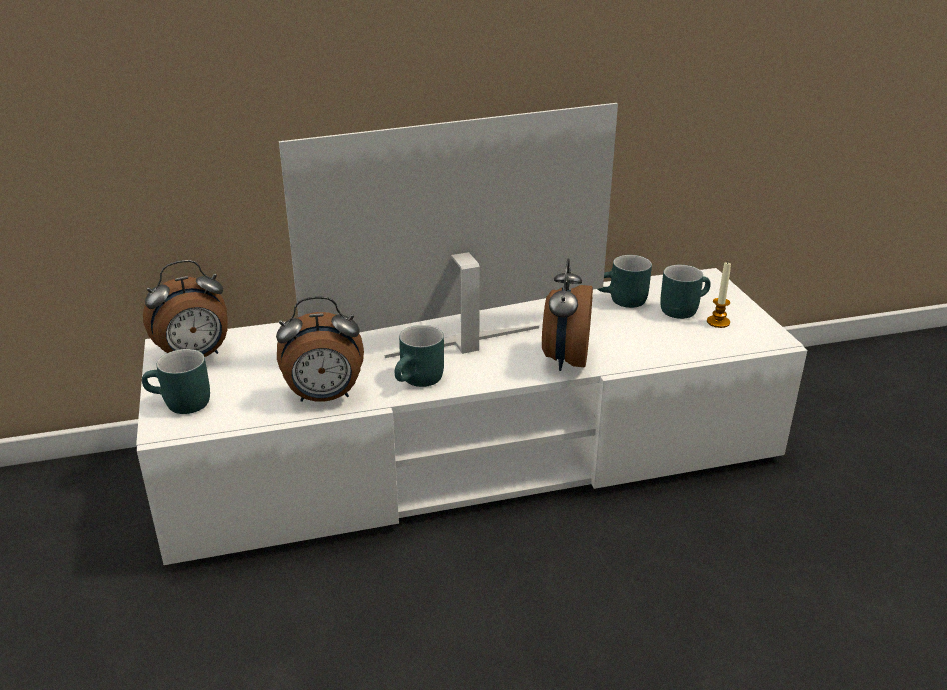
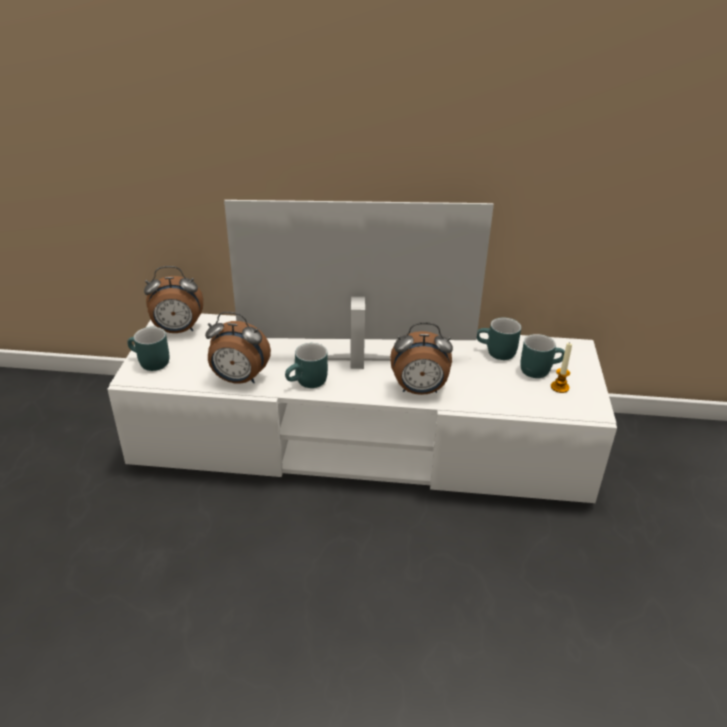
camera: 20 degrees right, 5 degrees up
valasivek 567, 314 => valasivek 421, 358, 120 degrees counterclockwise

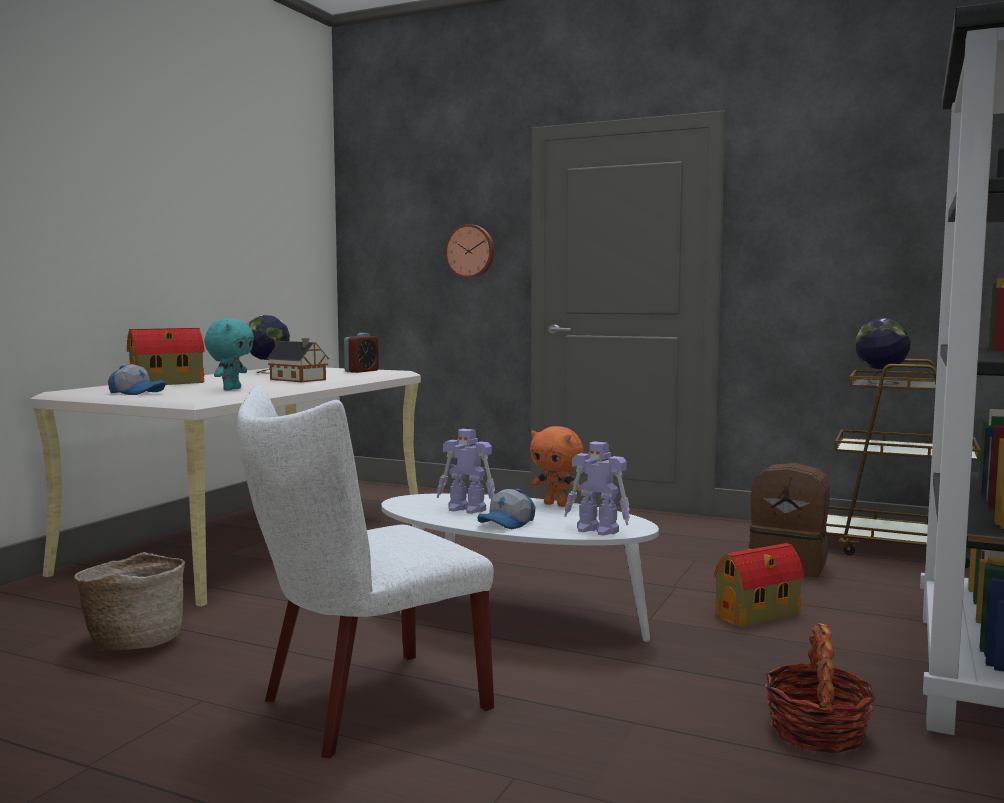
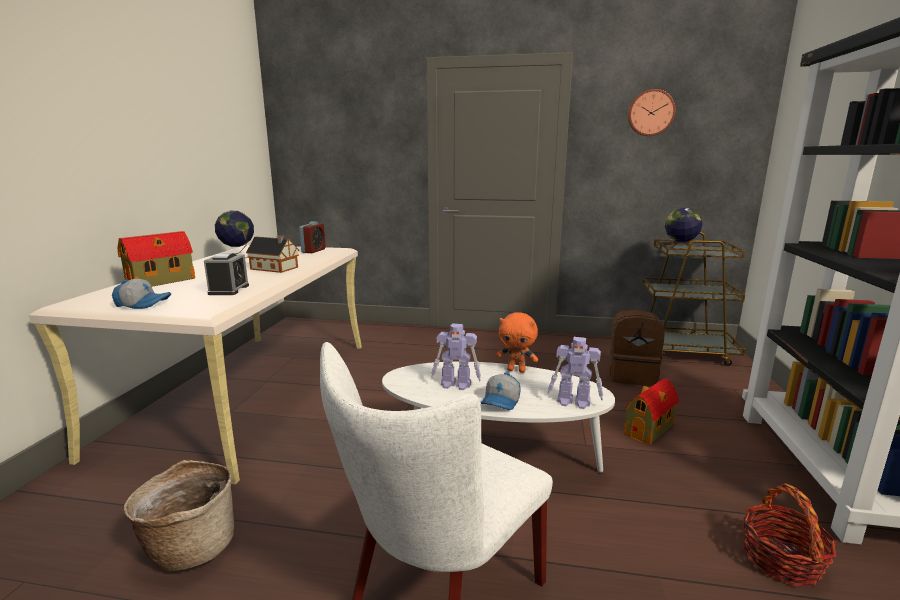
camera: 15 degrees left, 10 degrees up
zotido 469, 251 => zotido 652, 112, relocated
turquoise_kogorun 229, 354 => valasivek 226, 274

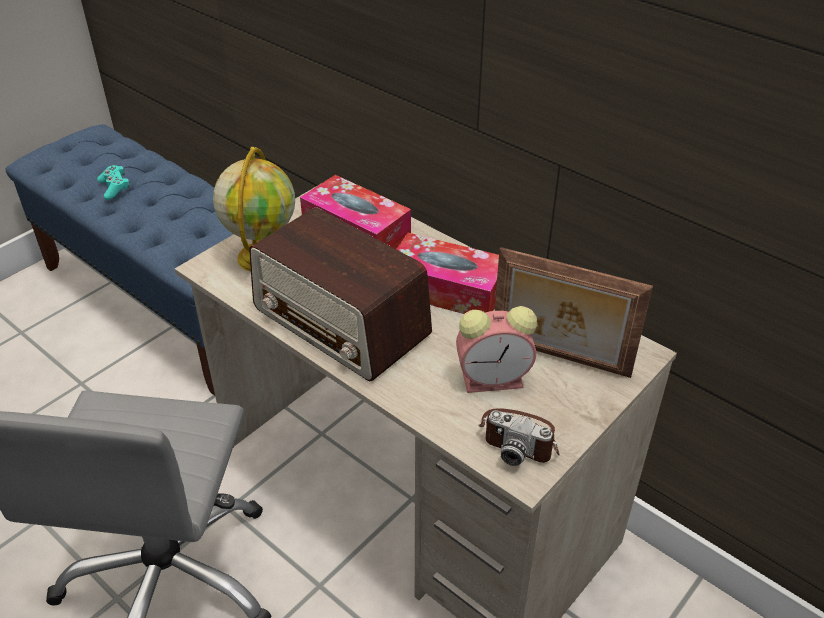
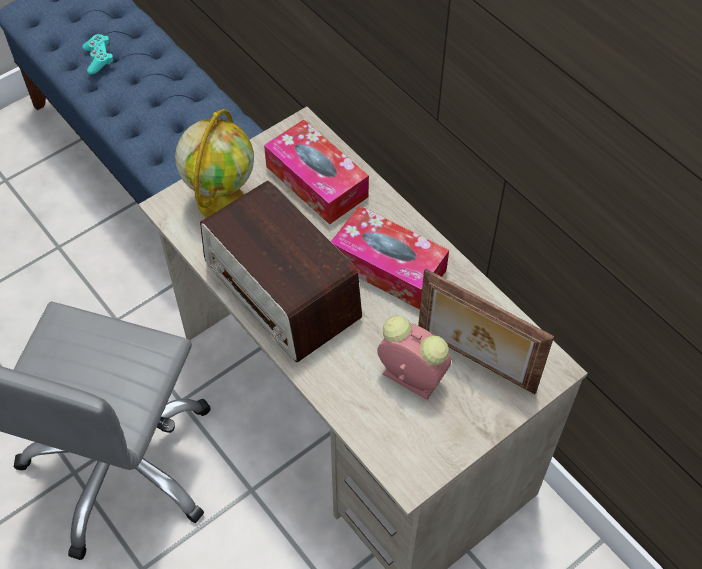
camera: 10 degrees right, 15 degrees up
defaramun 519, 437 => nothing
valasivek 496, 349 => valasivek 414, 358, 150 degrees counterclockwise

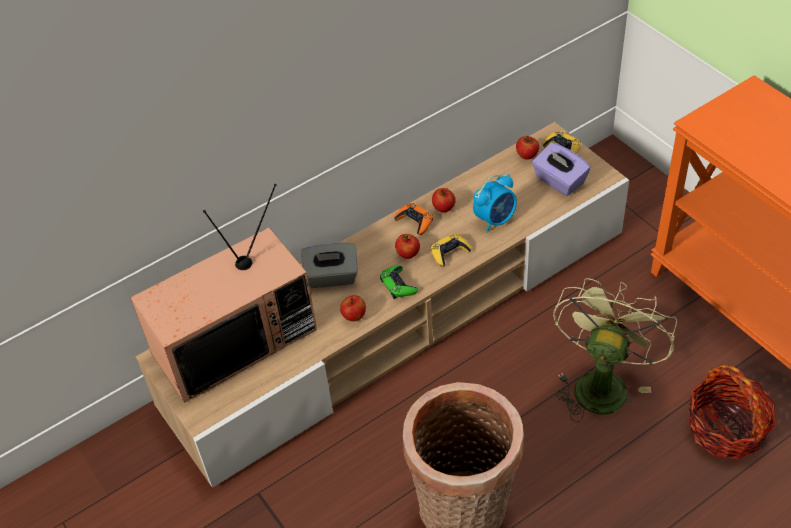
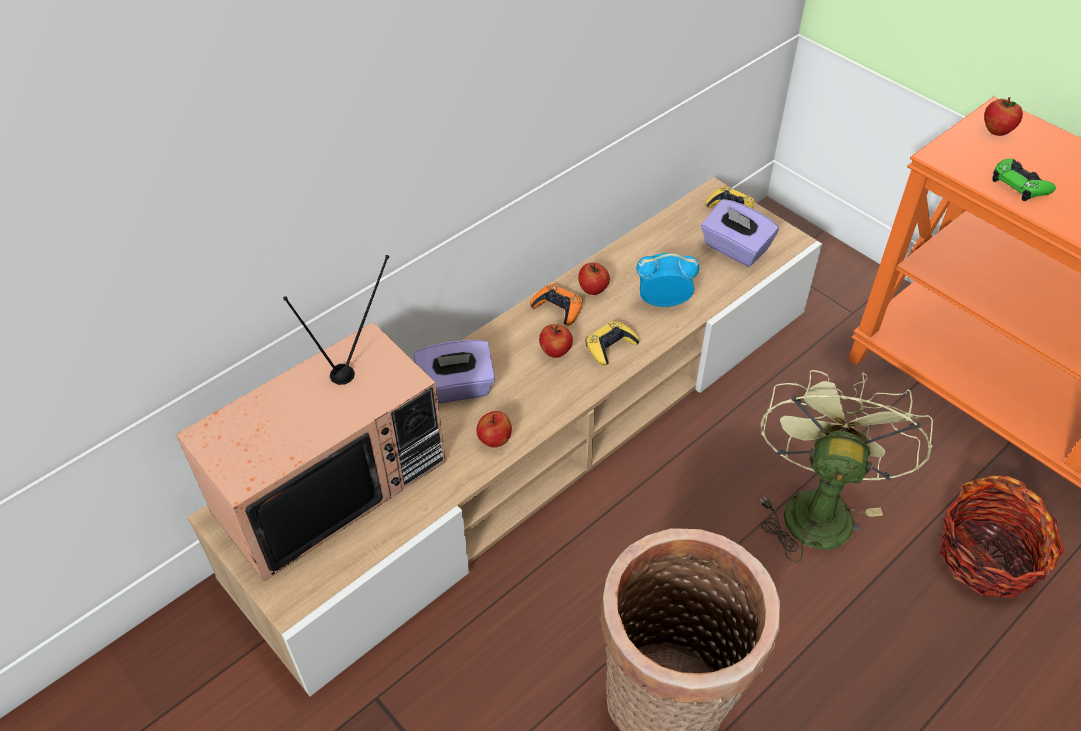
camera: 10 degrees left, 0 degrees up
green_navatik 399, 282 => green_navatik 1024, 179, relocated
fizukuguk 527, 148 => fizukuguk 1003, 116, relocated
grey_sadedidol 329, 265 => purple_sadedidol 454, 372
valasivek 495, 203 => valasivek 667, 280, 135 degrees counterclockwise

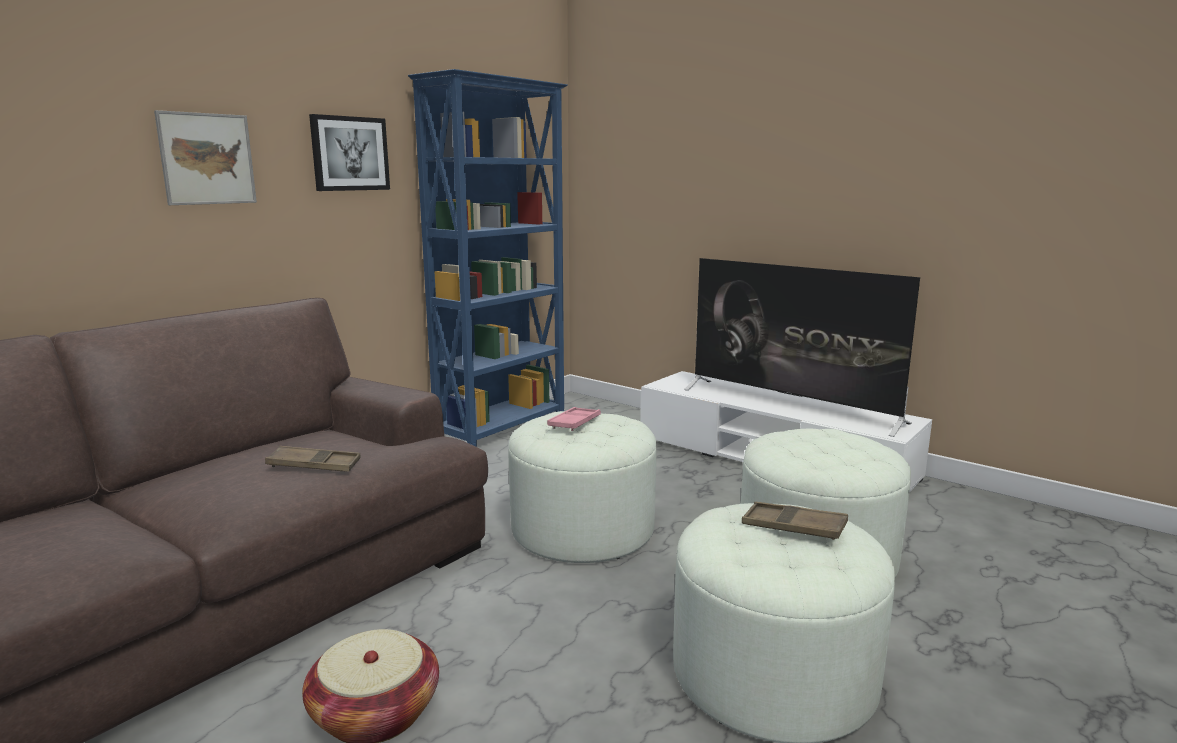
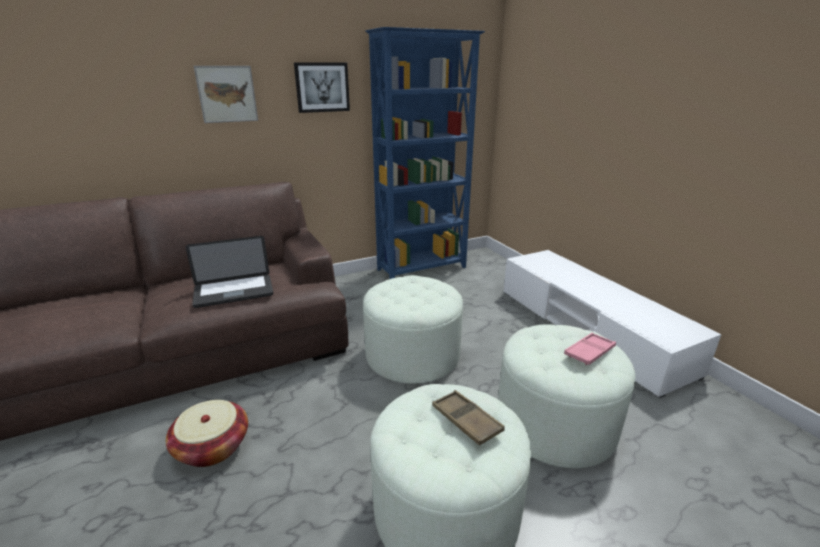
camera: 25 degrees right, 10 degrees up
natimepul 802, 347 => nothing
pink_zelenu 574, 419 => pink_zelenu 590, 349, relocated
brown_zelenu 312, 459 => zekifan 229, 272

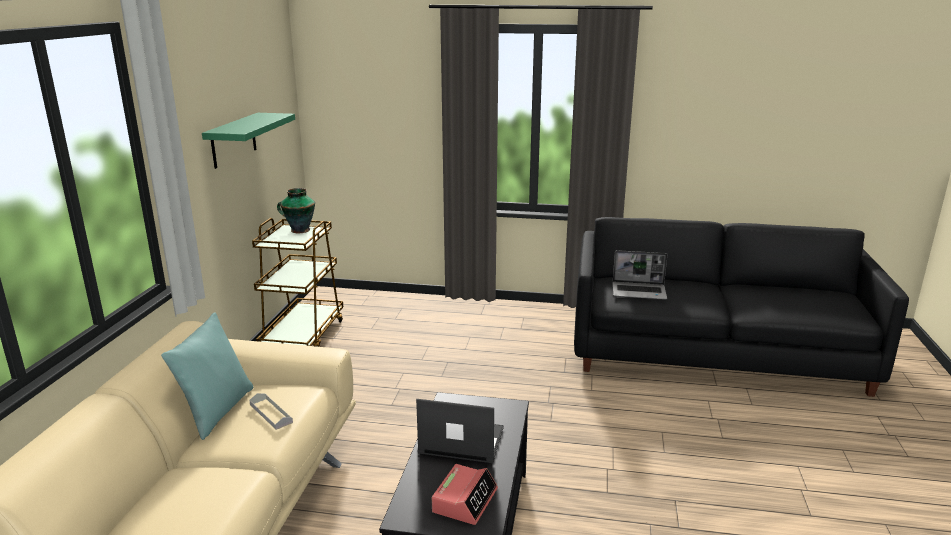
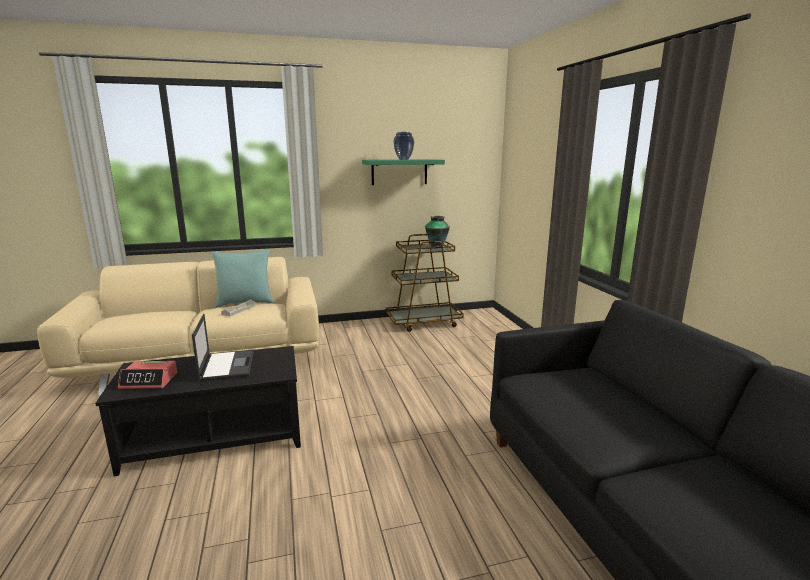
camera: 65 degrees right, 5 degrees down
zekifan 639, 274 => nothing
nothing => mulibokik 403, 146

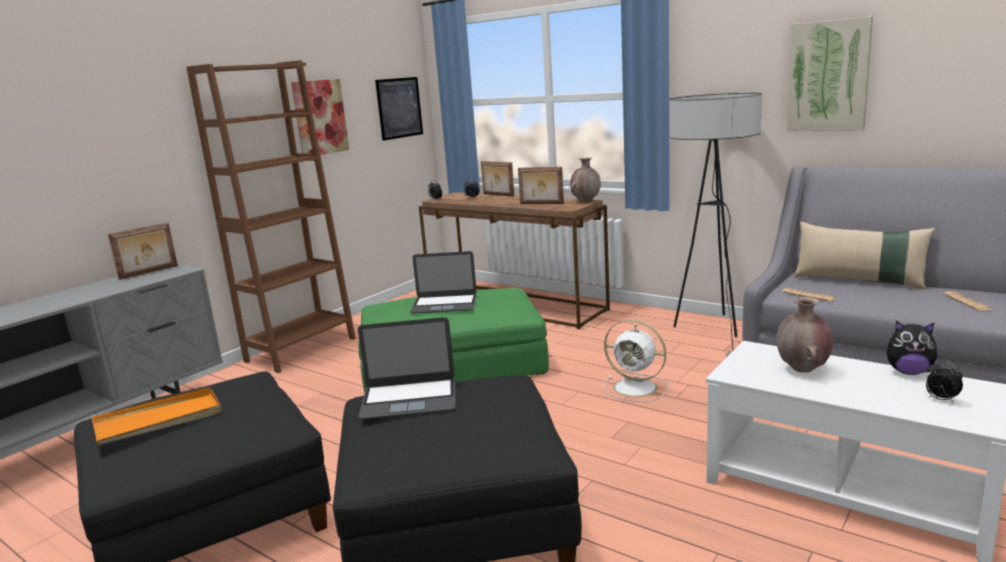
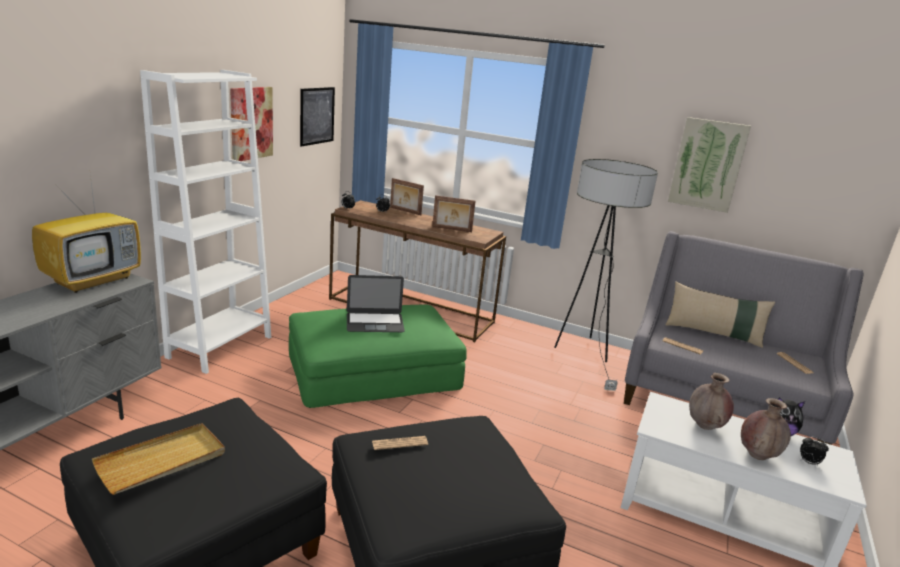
camera: 15 degrees left, 5 degrees up
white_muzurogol 636, 360 => nothing
brown_mulibokik 585, 180 => brown_mulibokik 766, 429, relocated
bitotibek 143, 251 => natimepul 86, 234
zekifan 407, 368 => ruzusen 400, 443
orange_zelenu 156, 416 => beige_zelenu 158, 459
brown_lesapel 271, 216 => white_lesapel 205, 222

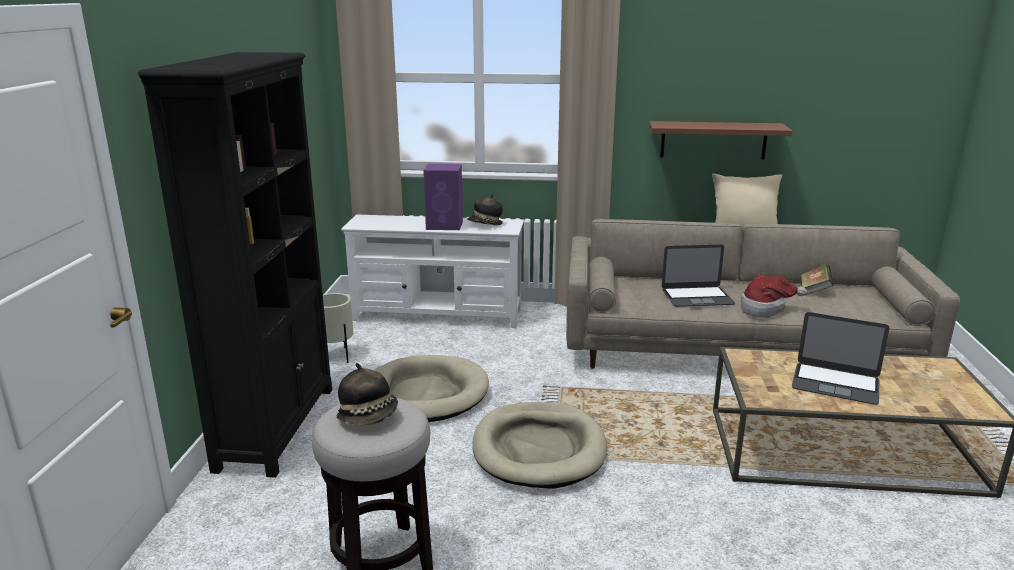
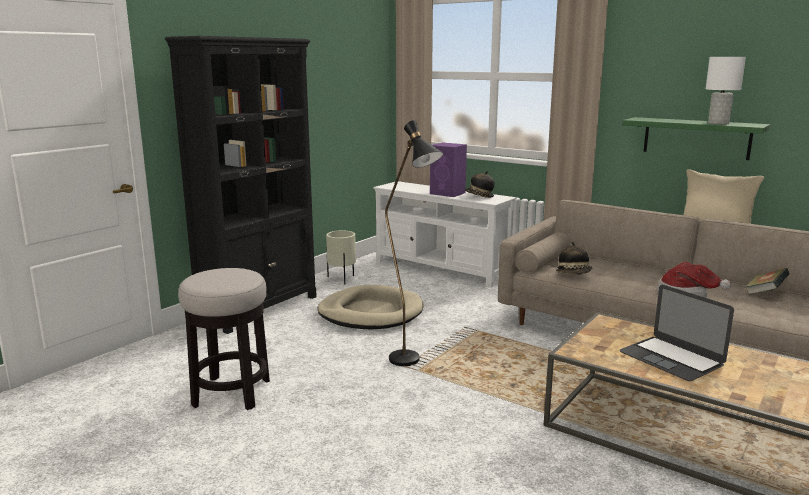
camera: 30 degrees right, 5 degrees down
zekifan 698, 276 => nothing
nothing => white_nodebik 726, 91
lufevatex 367, 394 => lufevatex 574, 258, relocated
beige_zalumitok 539, 445 => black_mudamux 414, 243
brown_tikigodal 720, 140 => green_tikigodal 696, 138

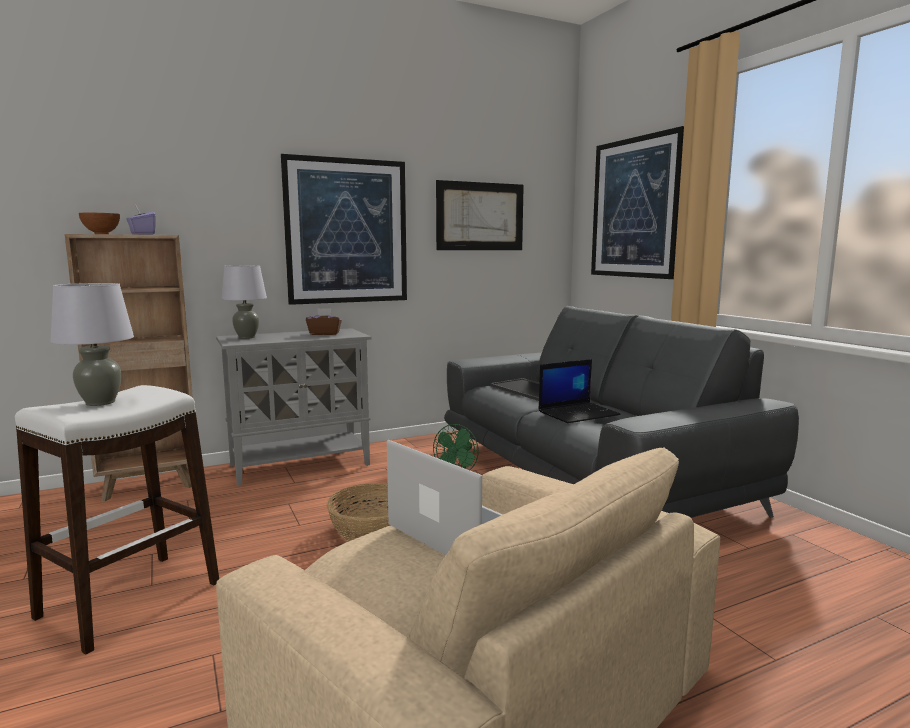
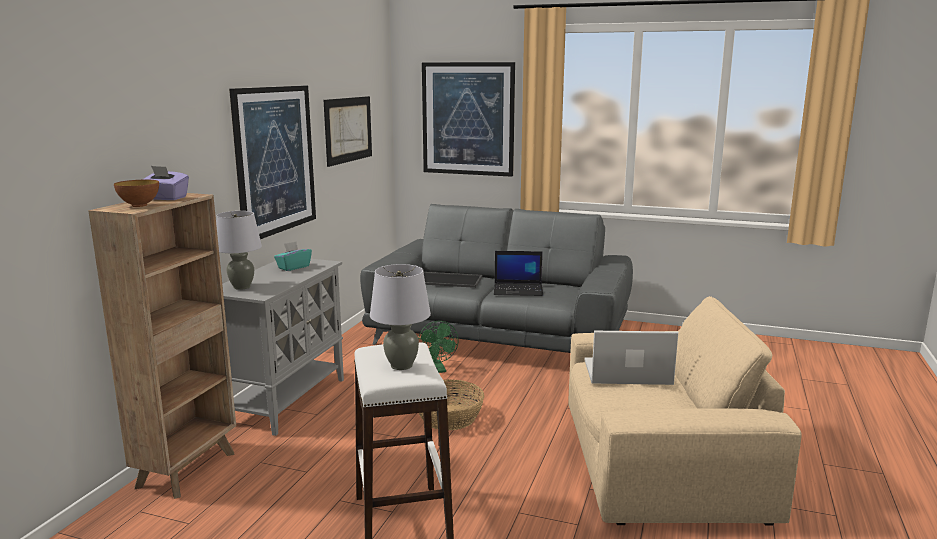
camera: 45 degrees left, 5 degrees up
brown_sadedidol 324, 321 => turquoise_sadedidol 293, 256
zekifan 580, 391 => zekifan 518, 273, 75 degrees clockwise

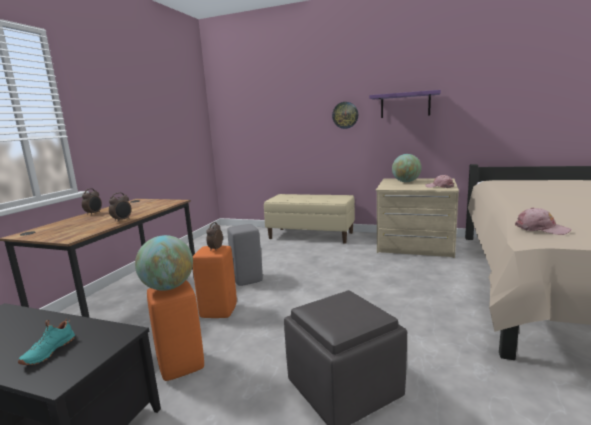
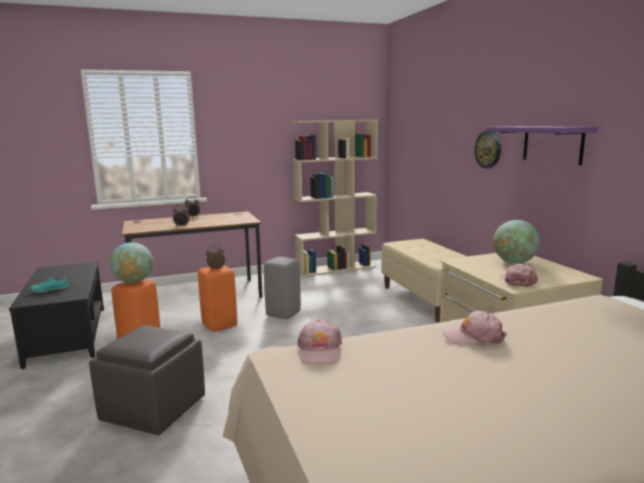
camera: 50 degrees right, 0 degrees up
nothing => beige_lesapel 334, 198
nothing => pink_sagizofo 475, 328

